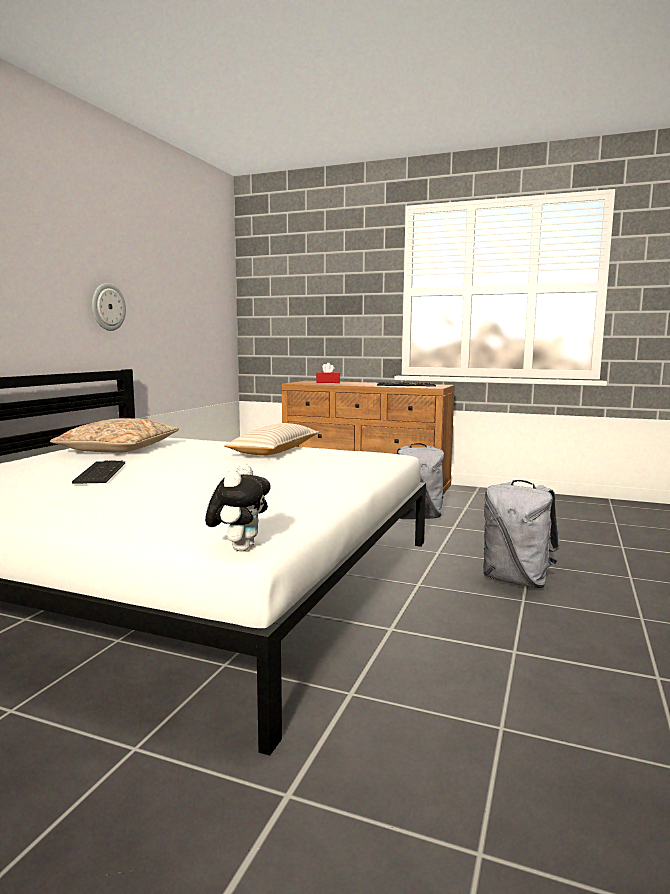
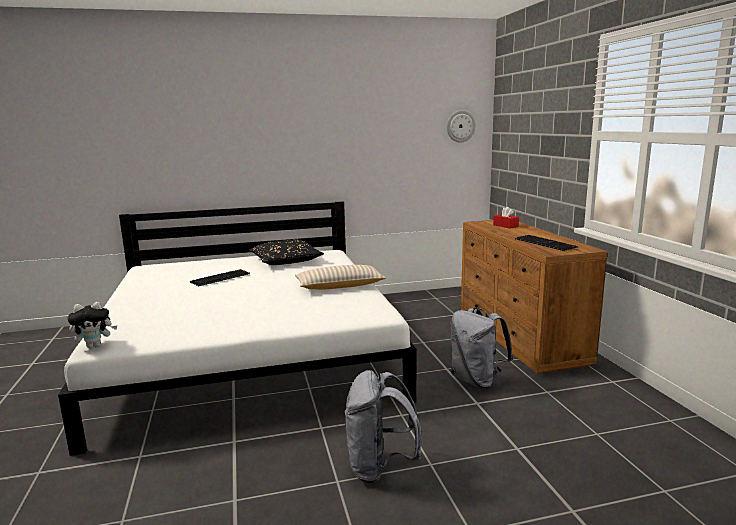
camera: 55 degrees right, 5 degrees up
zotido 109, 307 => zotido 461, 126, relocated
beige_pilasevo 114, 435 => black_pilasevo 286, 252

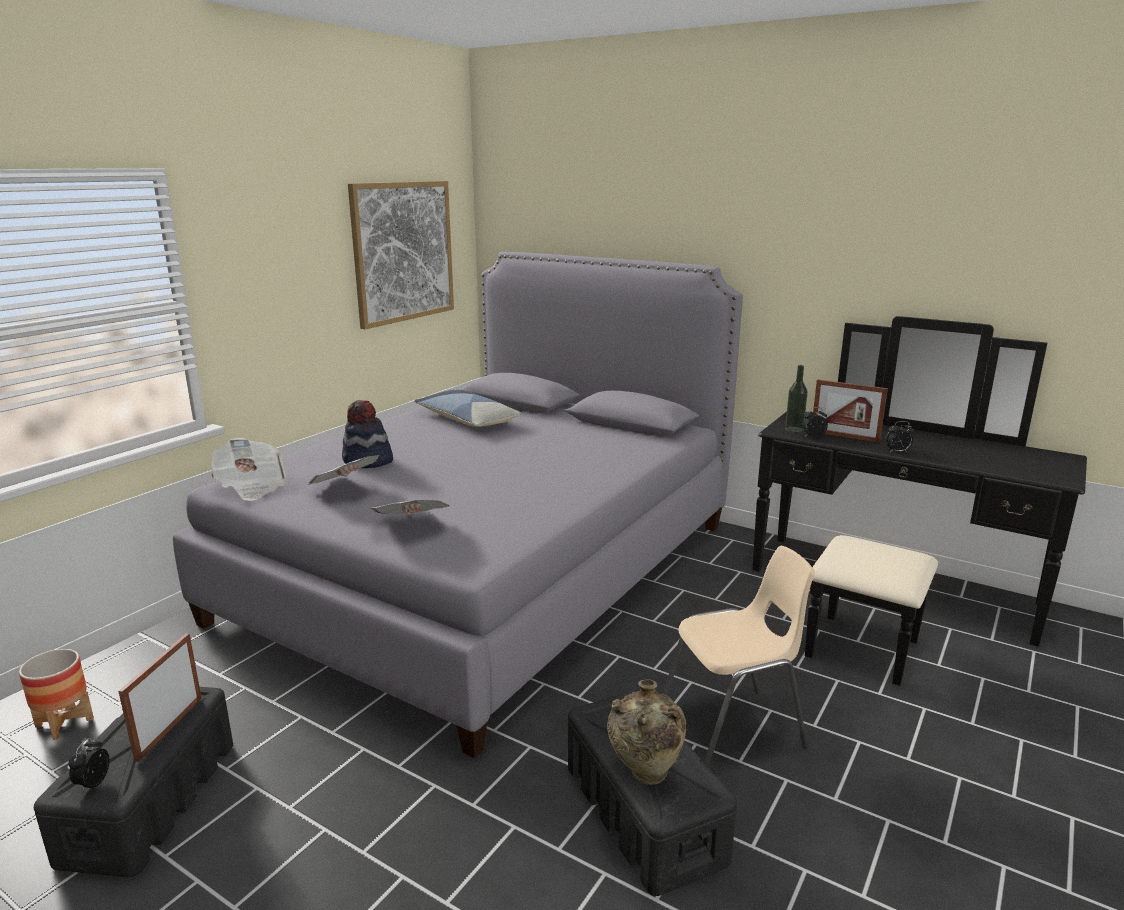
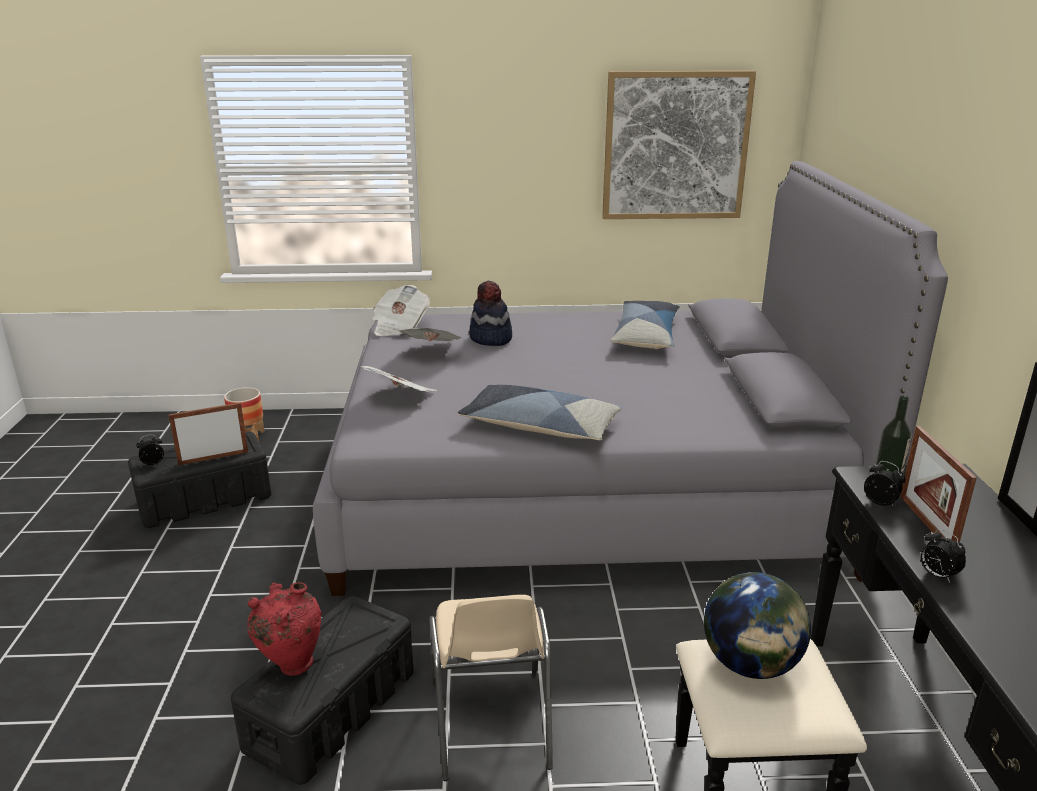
camera: 55 degrees right, 5 degrees up
nothing => pilasevo 540, 412
nothing => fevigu 757, 625
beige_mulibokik 646, 732 => red_mulibokik 284, 629
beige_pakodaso 739, 656 => beige_pakodaso 491, 687, 45 degrees clockwise

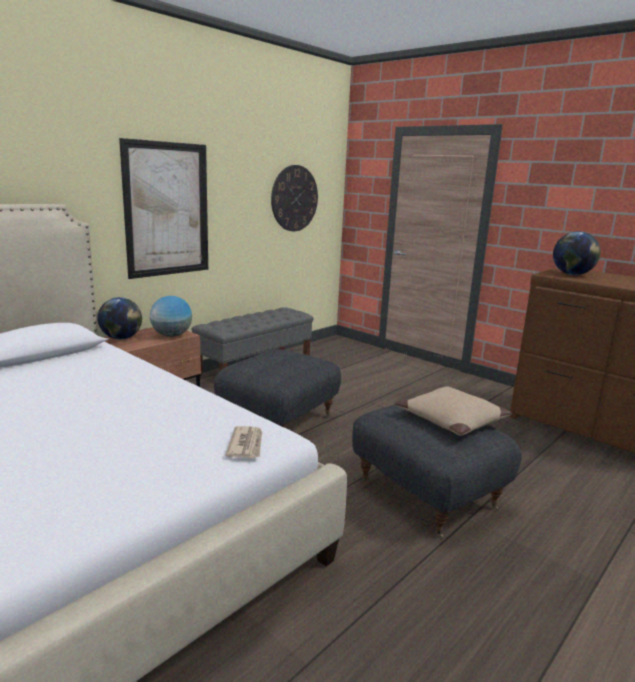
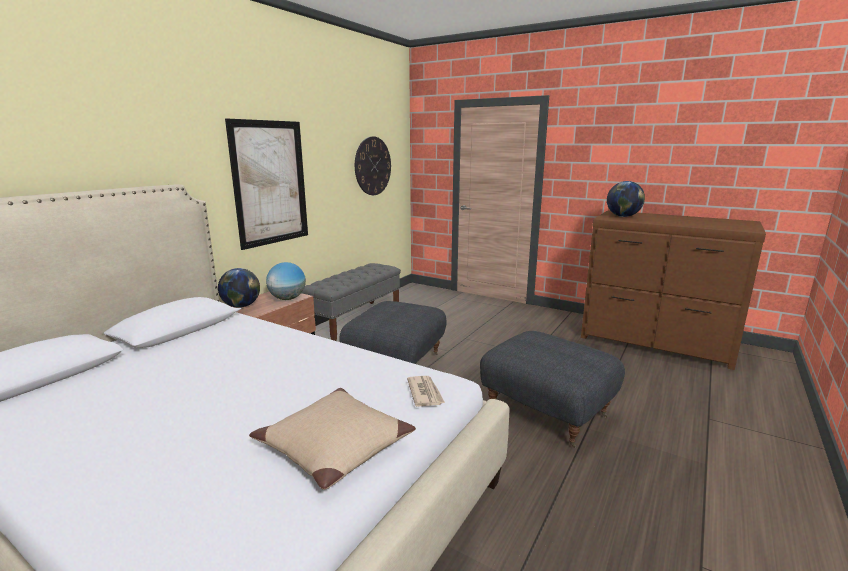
camera: 10 degrees left, 0 degrees up
beige_pilasevo 453, 411 => beige_pilasevo 332, 439, relocated

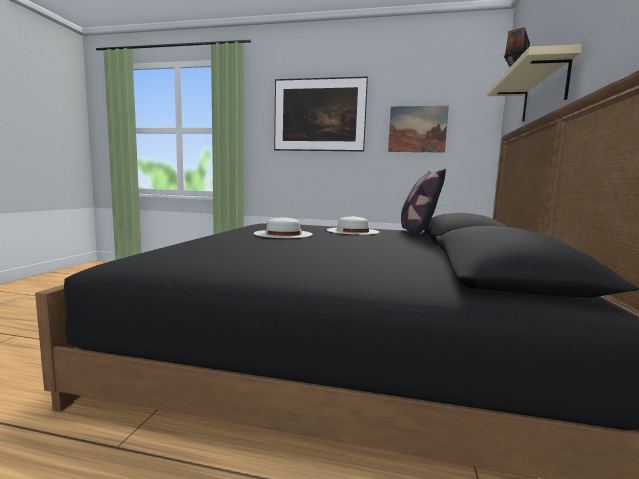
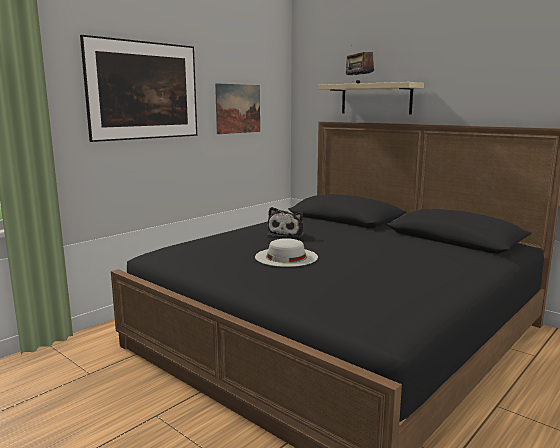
camera: 60 degrees left, 5 degrees up
pilasevo 423, 202 => nothing
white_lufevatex 353, 225 => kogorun 285, 222

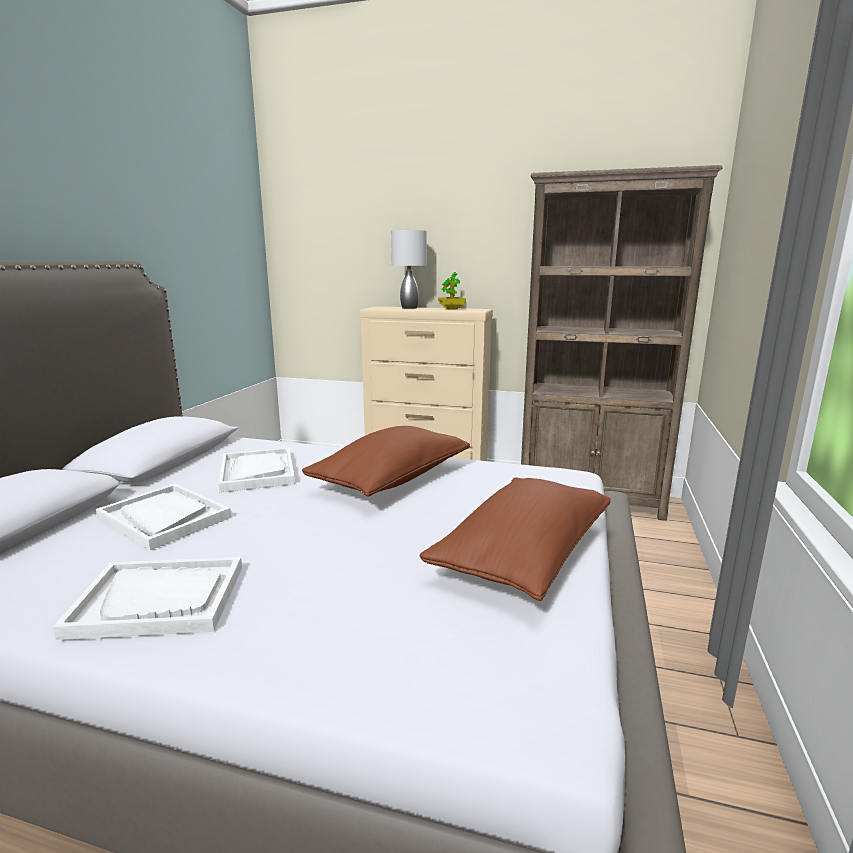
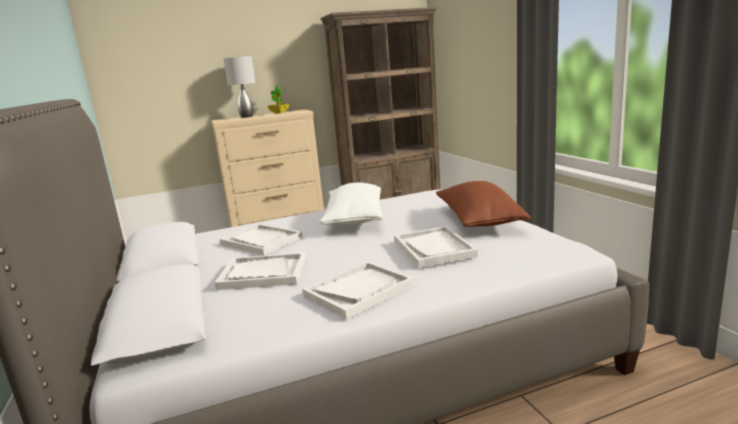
camera: 35 degrees left, 0 degrees up
nothing => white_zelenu 436, 247
brown_pilasevo 386, 461 => white_pilasevo 351, 204

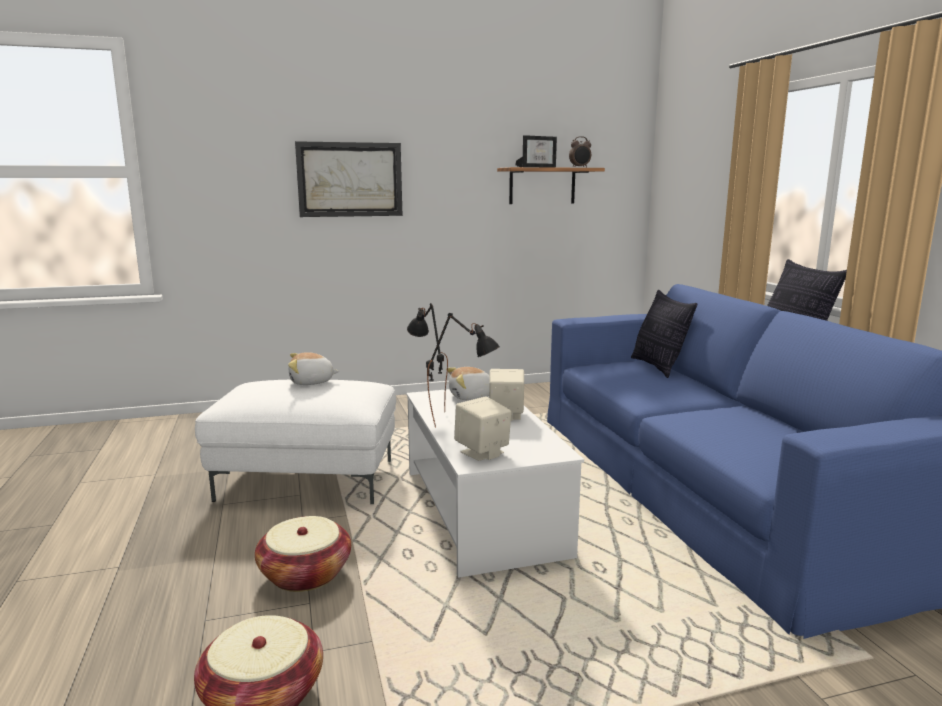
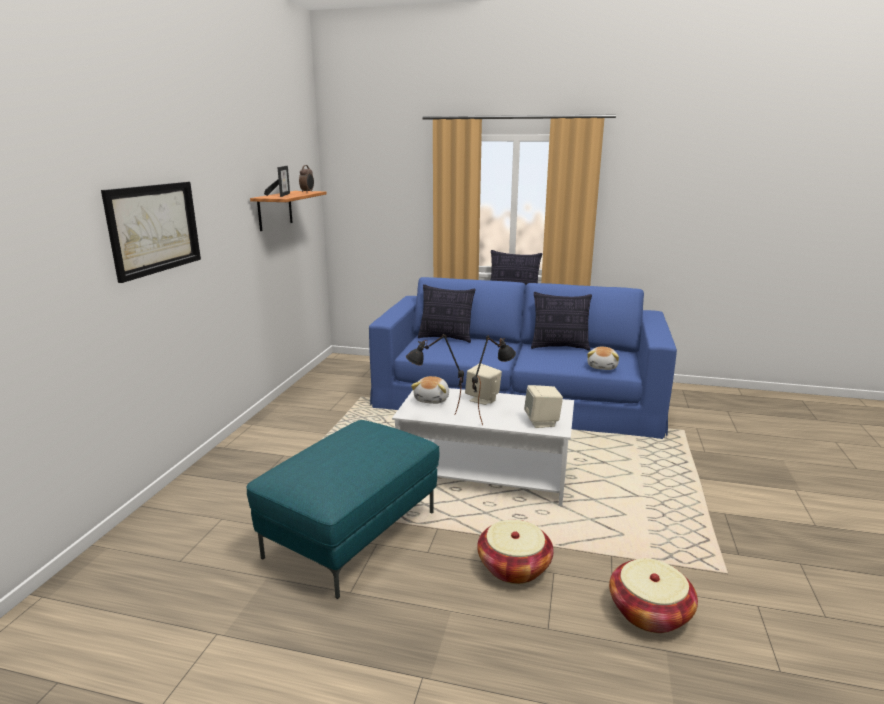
camera: 60 degrees left, 5 degrees up
nothing => pilasevo 561, 321
kogorun 314, 368 => kogorun 603, 358, relocated
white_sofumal 295, 441 => turquoise_sofumal 343, 509

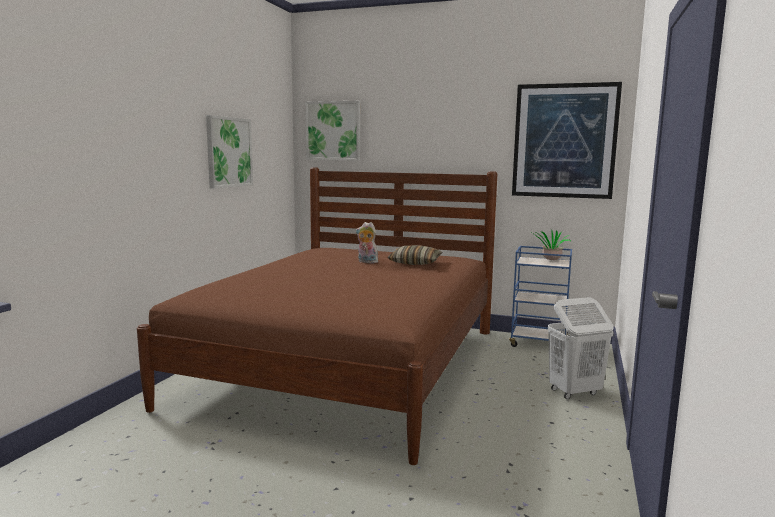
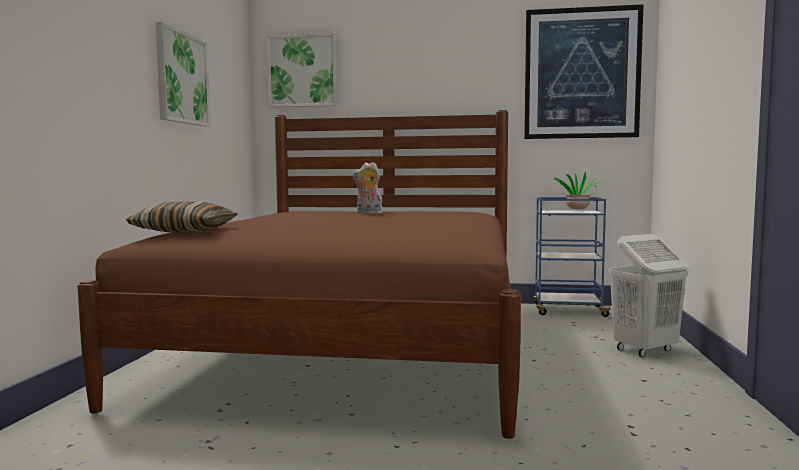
camera: 10 degrees left, 5 degrees down
pilasevo 415, 255 => pilasevo 182, 217, relocated

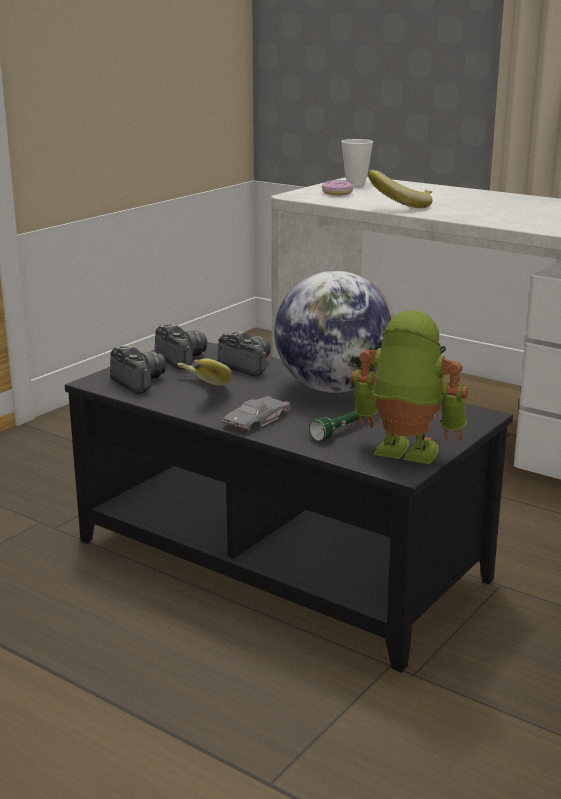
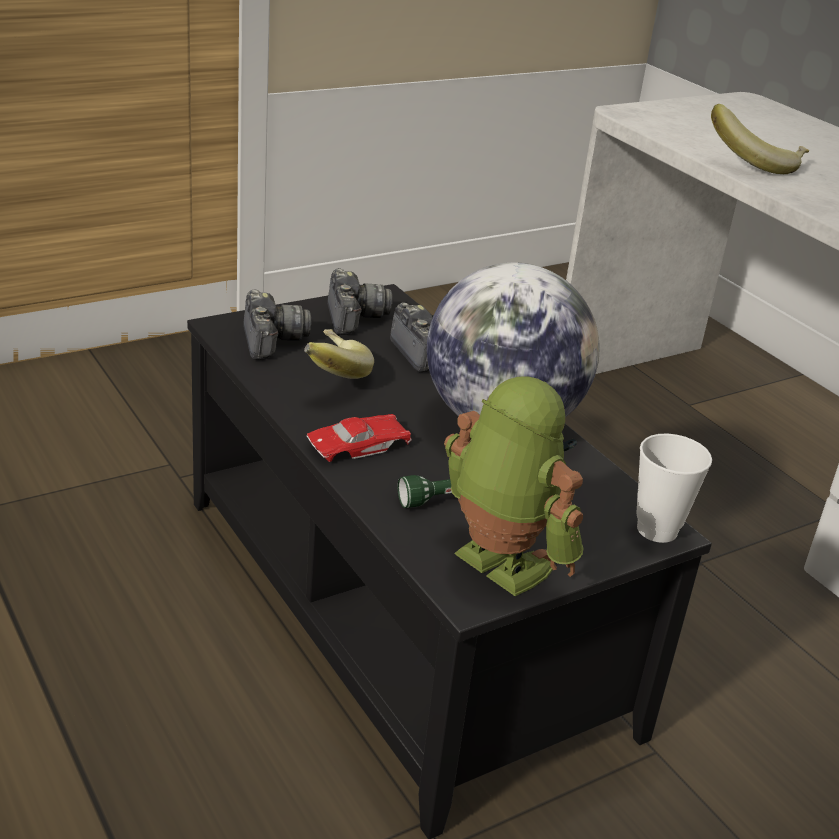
camera: 20 degrees right, 10 degrees up
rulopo 338, 188 => nothing
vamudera 357, 162 => vamudera 674, 488, relocated
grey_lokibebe 256, 413 => red_lokibebe 359, 438

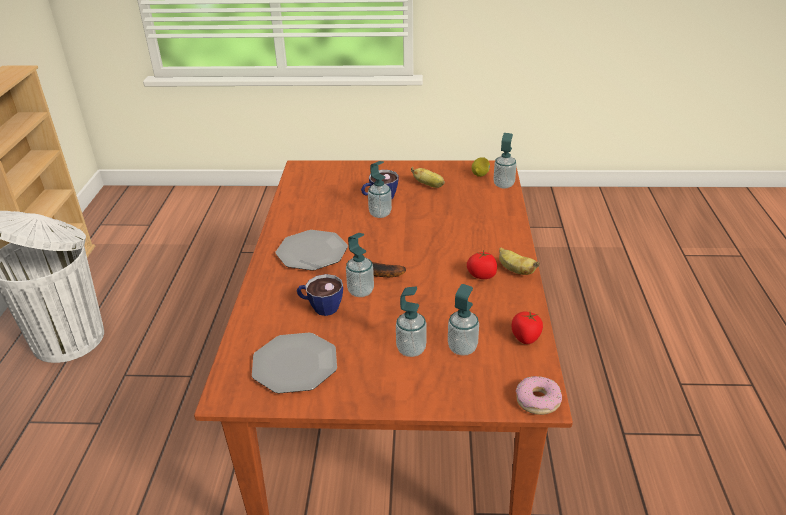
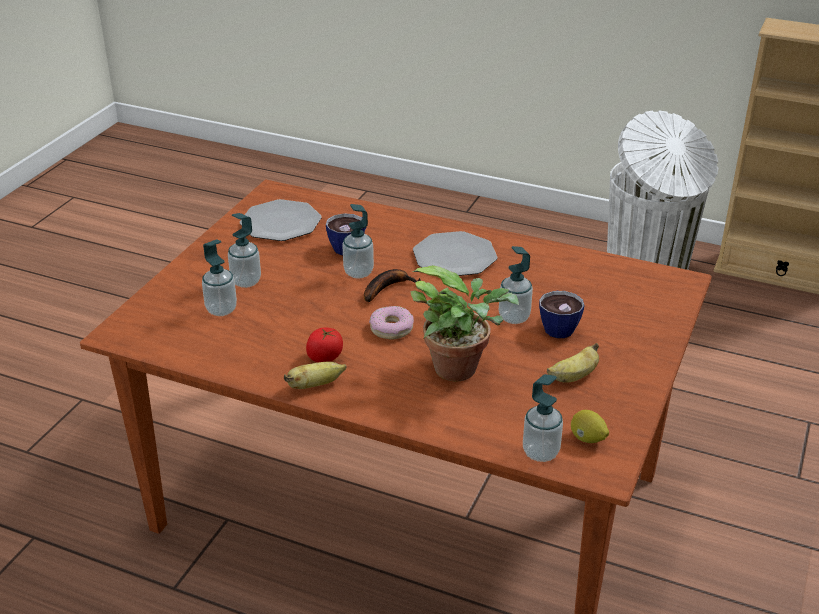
camera: 110 degrees right, 0 degrees up
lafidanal 527, 328 => nothing
nothing => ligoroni 464, 323
rulopo 539, 395 => rulopo 391, 323, relocated

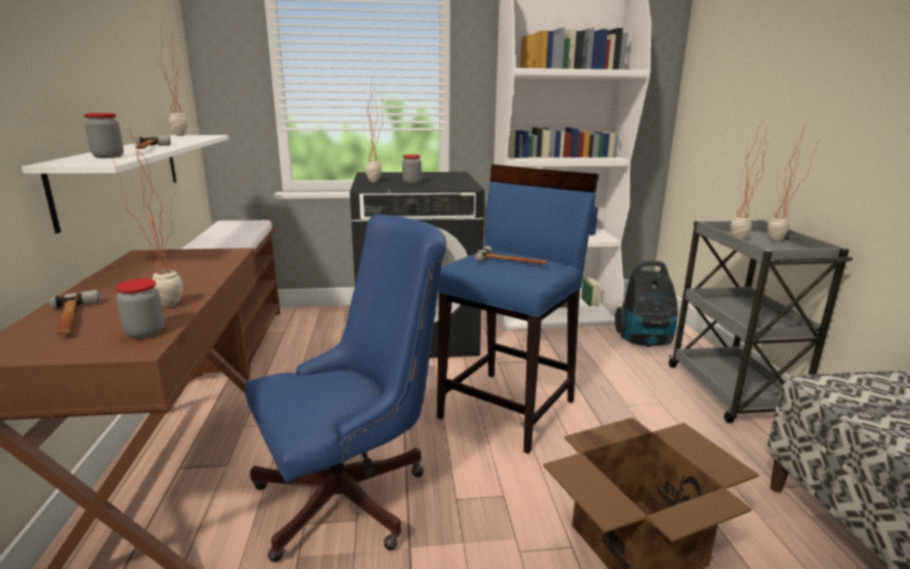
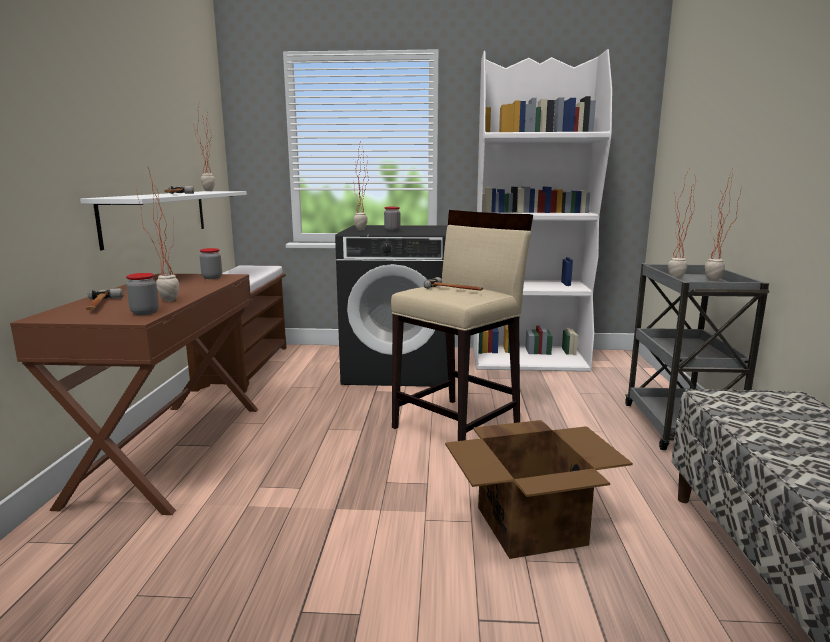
camera: 10 degrees right, 5 degrees down
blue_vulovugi 346, 388 => nothing
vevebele 646, 303 => nothing
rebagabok 104, 135 => rebagabok 211, 263, relocated
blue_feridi 518, 309 => beige_feridi 462, 325

